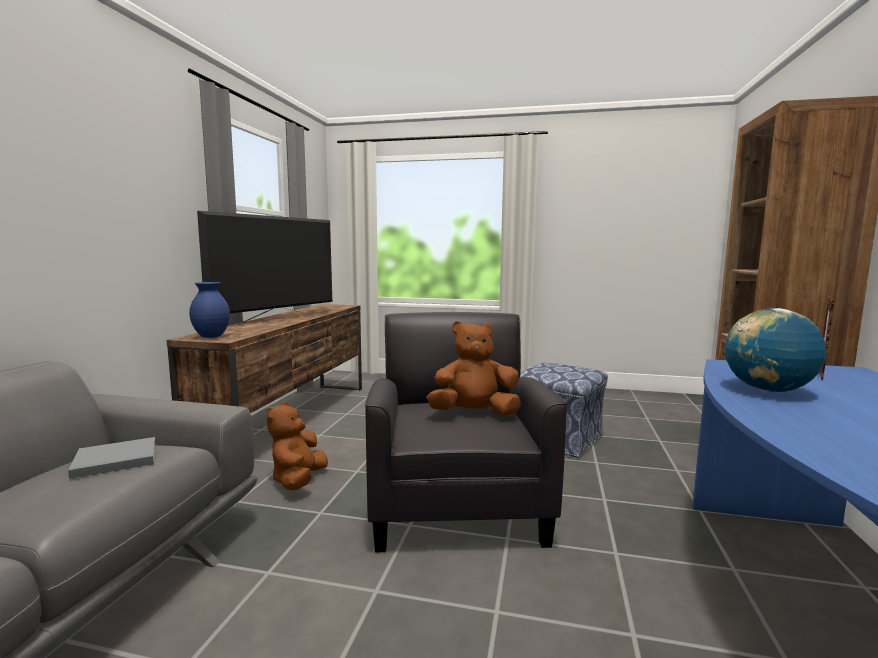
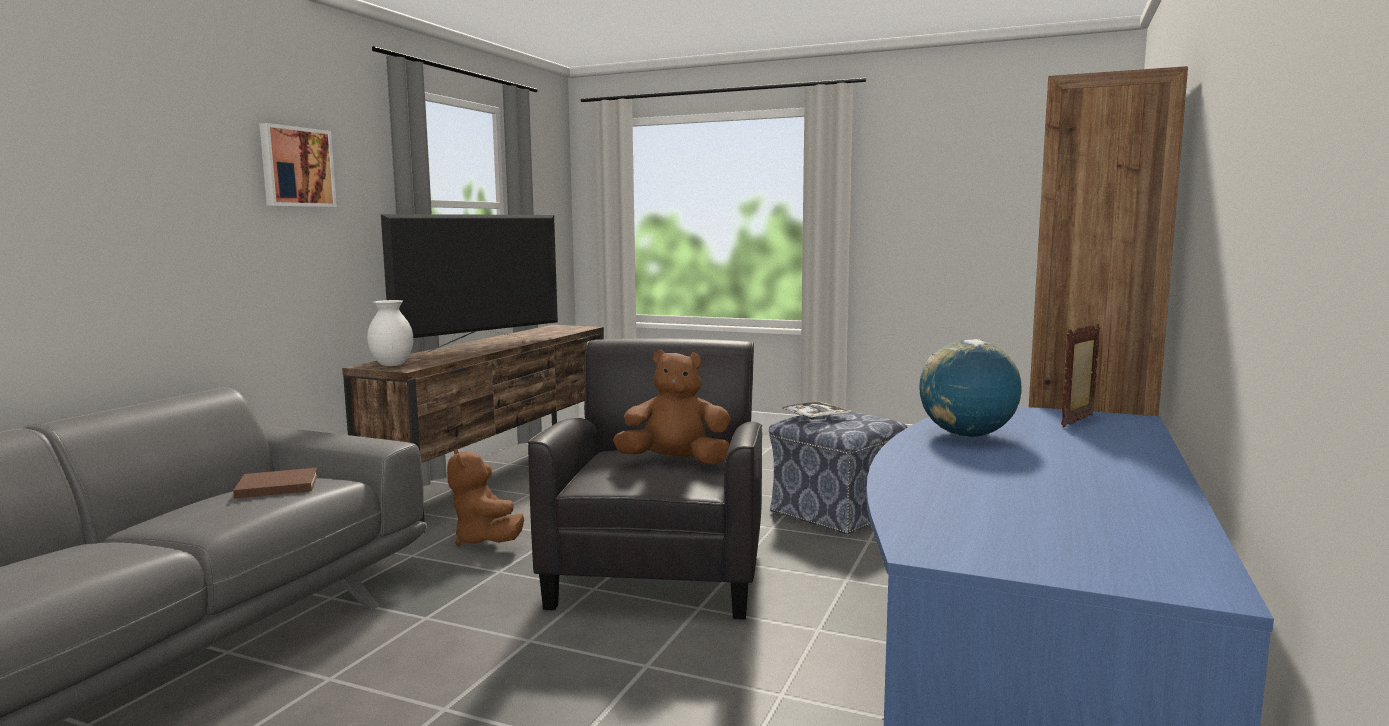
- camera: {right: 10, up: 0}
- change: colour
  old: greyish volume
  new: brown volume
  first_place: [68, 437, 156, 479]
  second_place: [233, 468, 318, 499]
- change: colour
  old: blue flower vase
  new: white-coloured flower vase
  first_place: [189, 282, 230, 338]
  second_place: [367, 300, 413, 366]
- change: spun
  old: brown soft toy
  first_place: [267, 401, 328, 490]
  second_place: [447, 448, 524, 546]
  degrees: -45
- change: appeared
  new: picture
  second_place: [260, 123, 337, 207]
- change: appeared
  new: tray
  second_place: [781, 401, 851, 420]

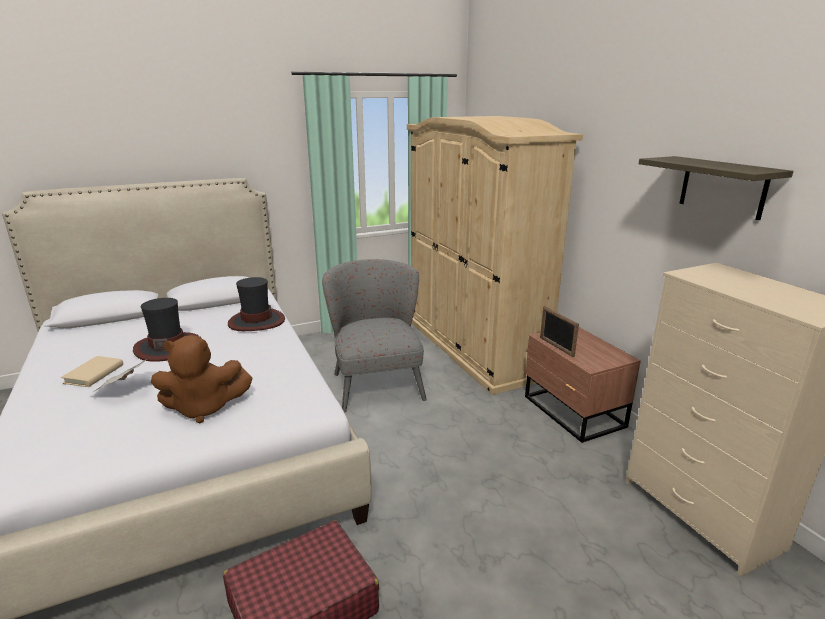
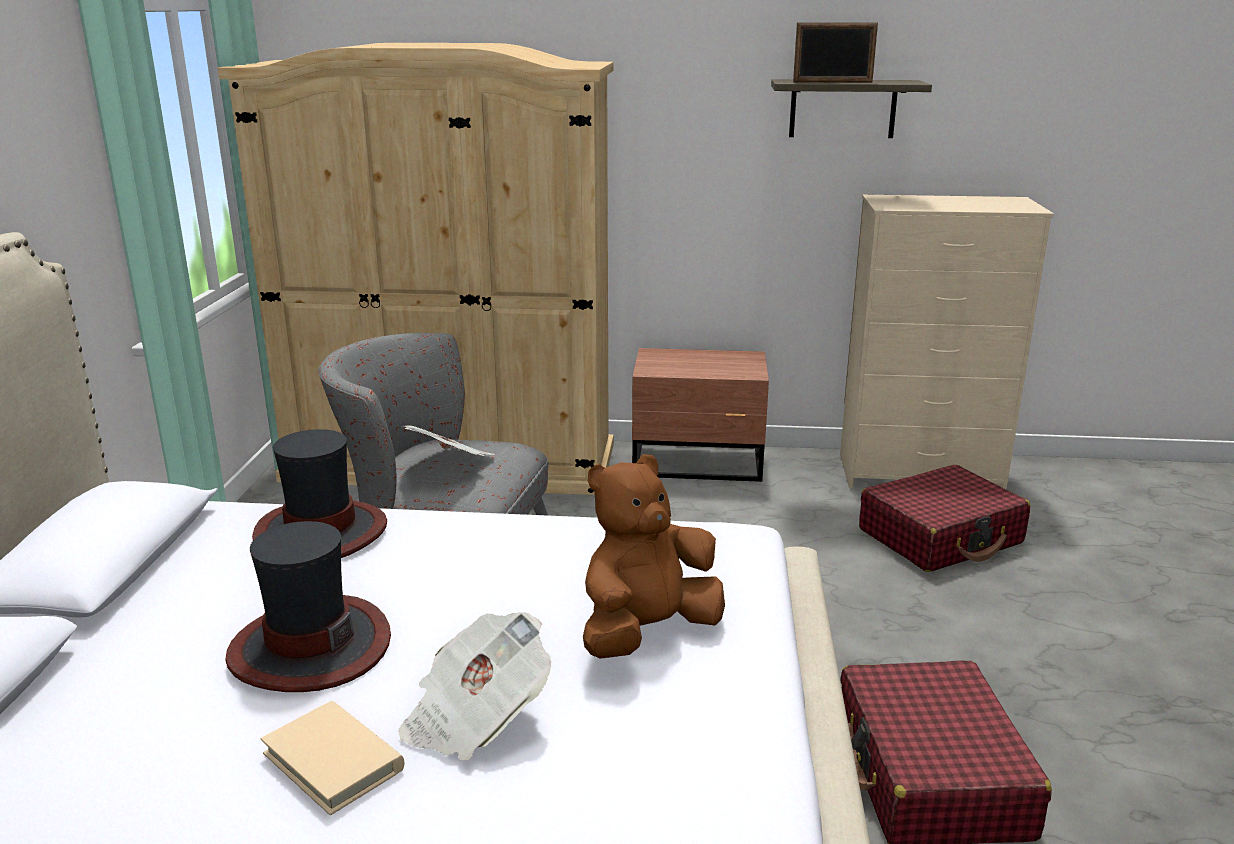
- camera: {right: -60, up: 0}
- change: spun
  old: brown soft toy
  first_place: [151, 335, 252, 423]
  second_place: [583, 454, 725, 659]
  degrees: -150
- change: relocated
  old: photo frame
  first_place: [540, 306, 579, 357]
  second_place: [793, 22, 878, 83]
- change: appeared
  new: printed paper
  second_place: [402, 425, 494, 456]
- change: appeared
  new: red travel case
  second_place: [859, 465, 1030, 572]

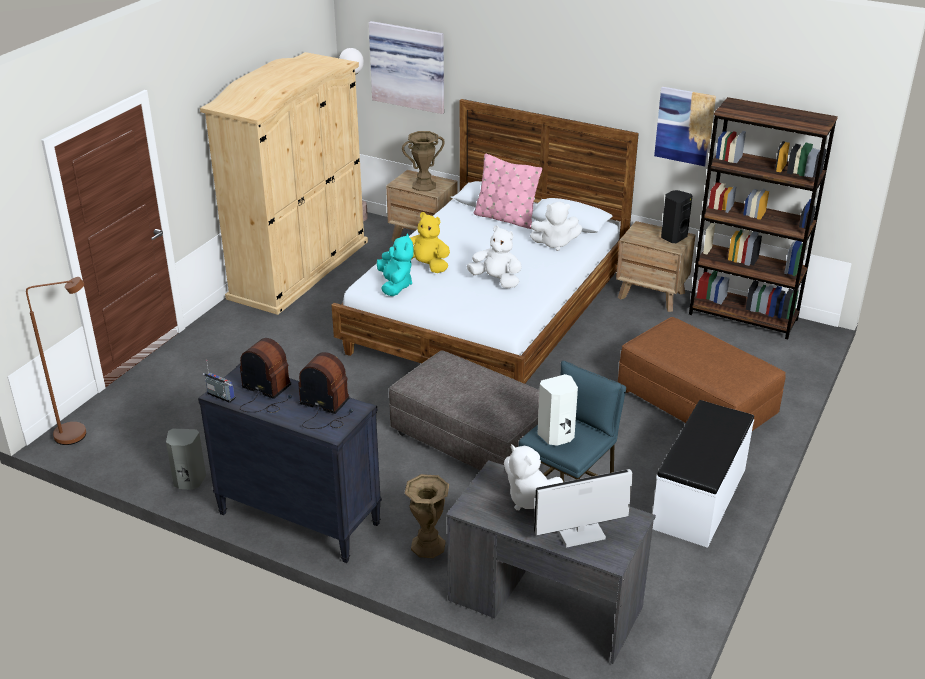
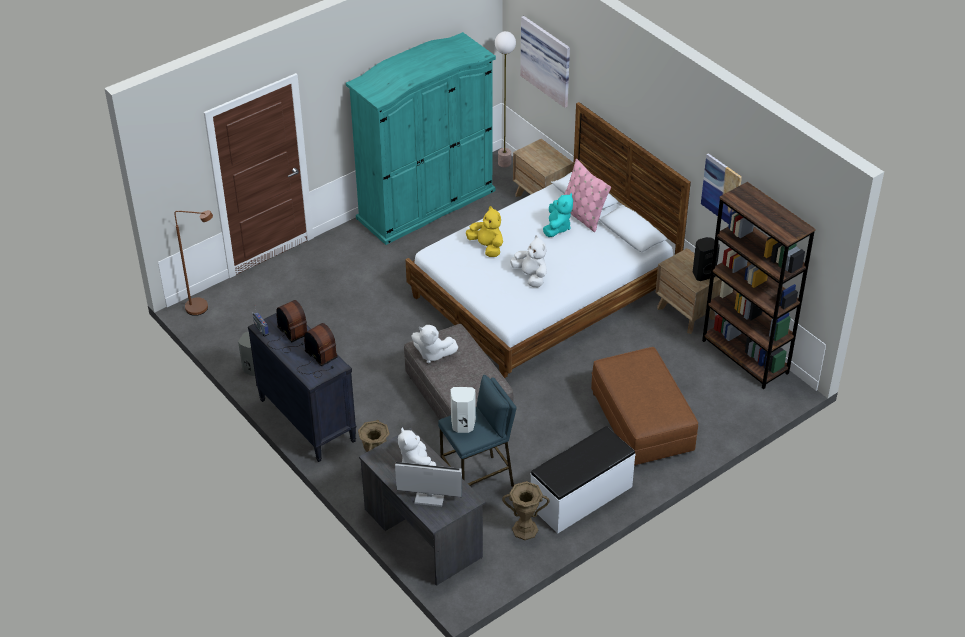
- camera: {right: 25, up: 10}
- change: colour
  old: beige wardrobe
  new: turquoise-coloured wardrobe
  first_place: [200, 52, 368, 315]
  second_place: [346, 32, 496, 245]
- change: relocated
  old: turquoise-coloured soft toy
  first_place: [377, 233, 414, 296]
  second_place: [543, 193, 573, 237]
- change: relocated
  old: brown flower vase
  first_place: [402, 131, 445, 191]
  second_place: [502, 481, 550, 540]
- change: relocated
  old: white-coloured soft toy
  first_place: [530, 201, 582, 251]
  second_place: [411, 325, 458, 363]

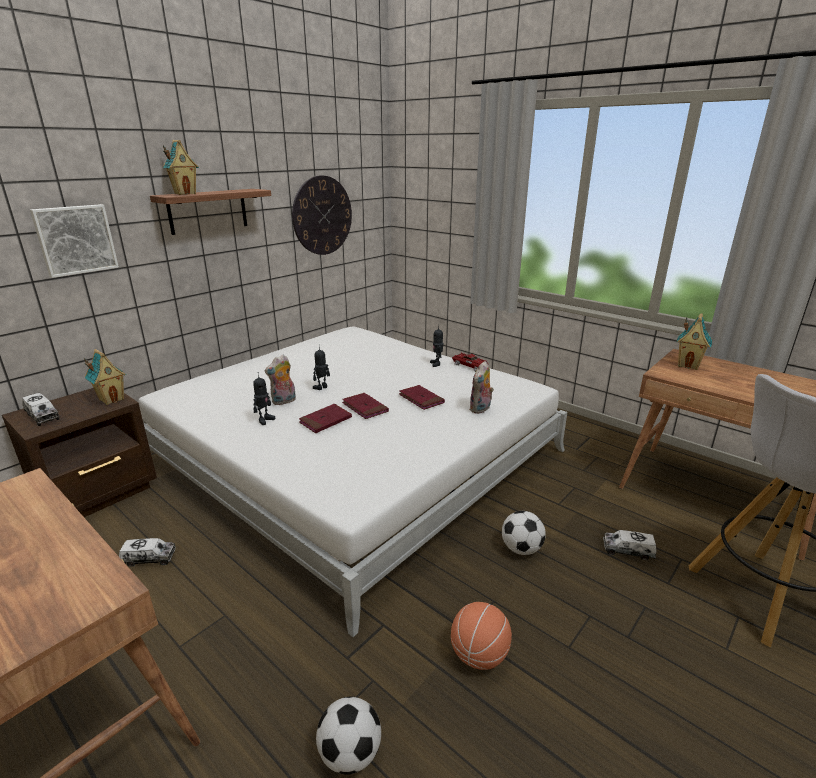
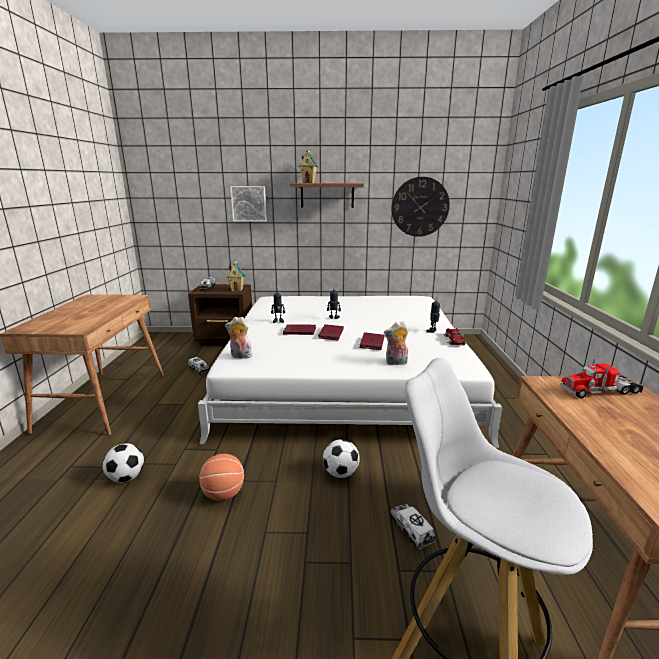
- camera: {right: 50, up: -5}
- change: relocated
  old: soft toy
  first_place: [264, 355, 296, 405]
  second_place: [225, 317, 252, 359]
- change: exchanged
  old: miniature house
  new: model truck
  first_place: [677, 313, 712, 370]
  second_place: [560, 359, 643, 398]

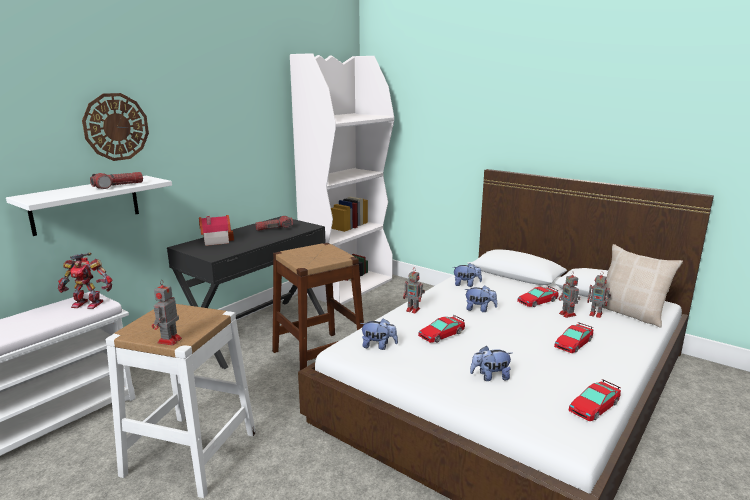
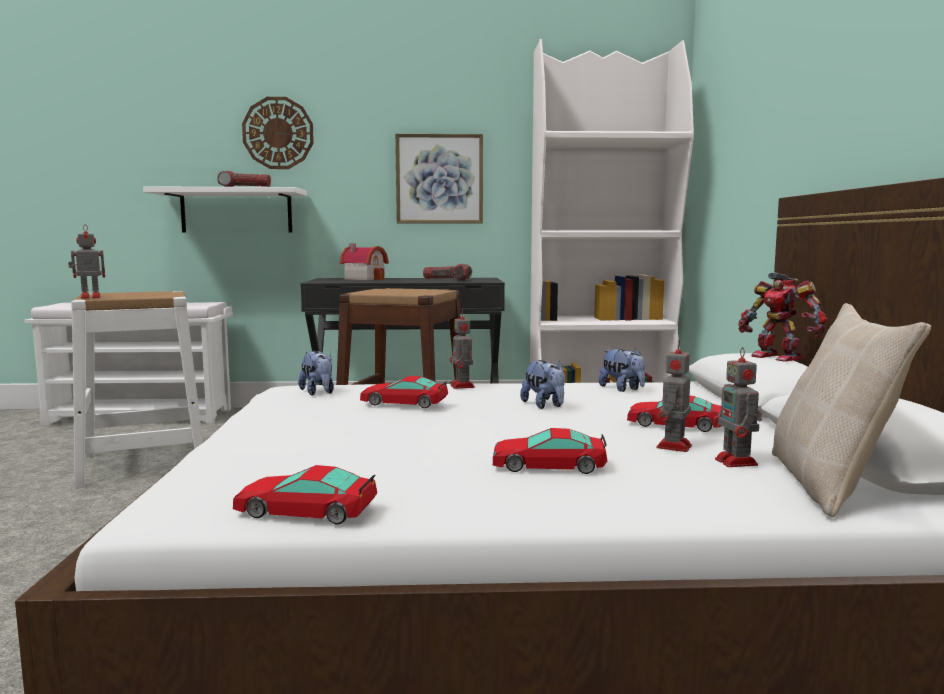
- camera: {right: 50, up: -10}
- change: relocated
  old: toy robot
  first_place: [58, 253, 112, 309]
  second_place: [738, 272, 828, 362]
- change: missing
  old: soft toy
  first_place: [470, 346, 512, 381]
- change: appeared
  new: picture
  second_place: [395, 134, 483, 223]

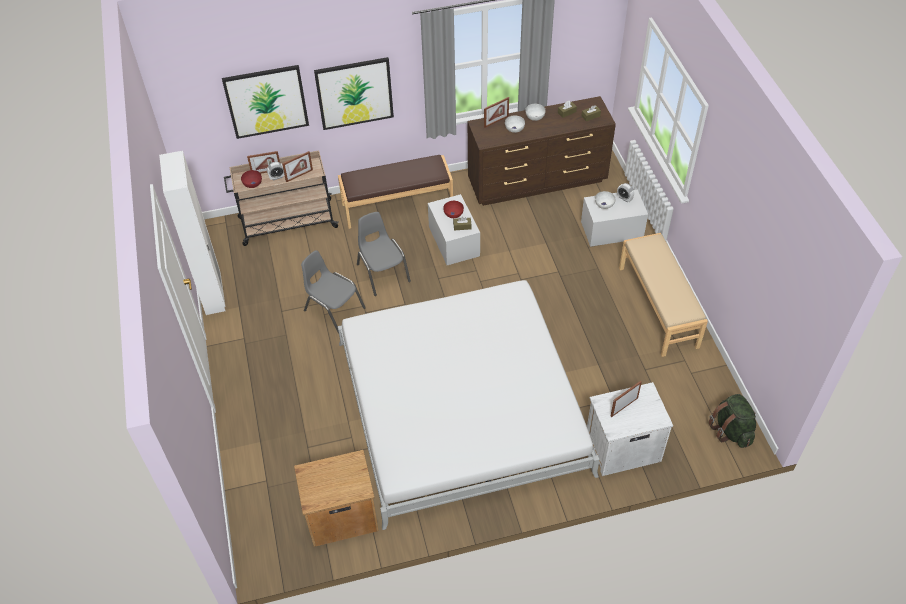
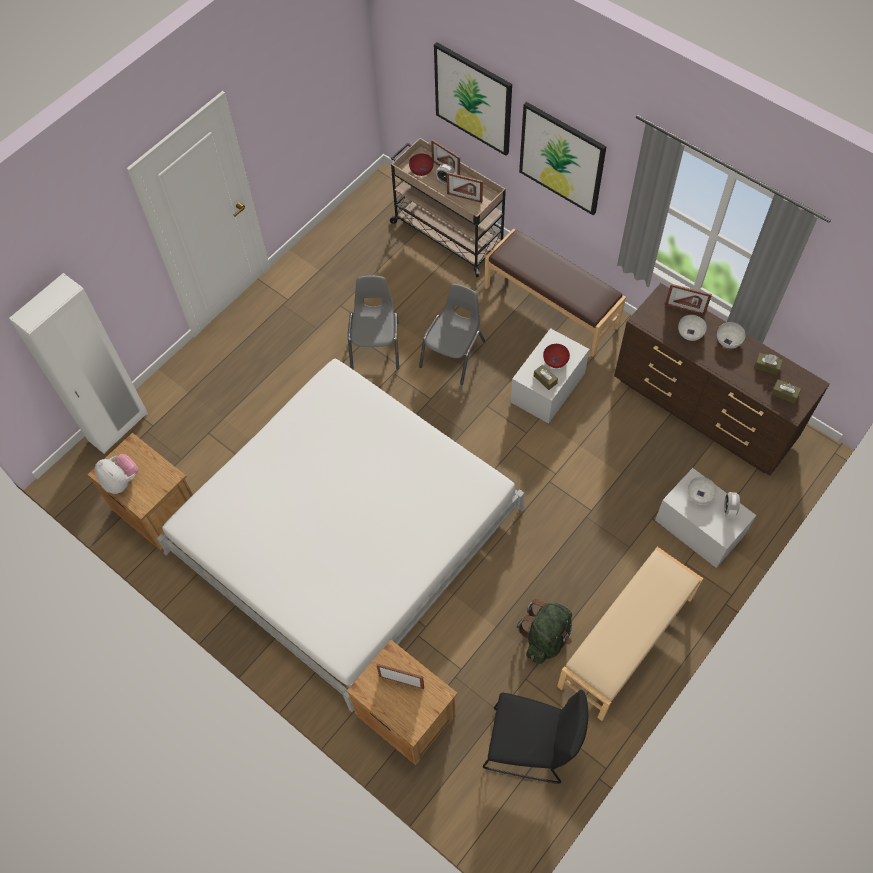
- camera: {right: 55, up: 10}
- change: relocated
  old: white-coloured wardrobe
  first_place: [159, 151, 226, 315]
  second_place: [9, 273, 148, 454]
- change: colour
  old: white-coloured bedside table
  new: brown bedside table
  first_place: [587, 382, 673, 476]
  second_place: [346, 640, 458, 765]
- change: relocated
  old: greenish rucksack
  first_place: [709, 394, 756, 448]
  second_place: [517, 599, 572, 664]
- change: appeared
  new: soft toy
  second_place: [95, 454, 139, 494]
- change: appeared
  new: blackish upright chair
  second_place: [483, 690, 588, 784]

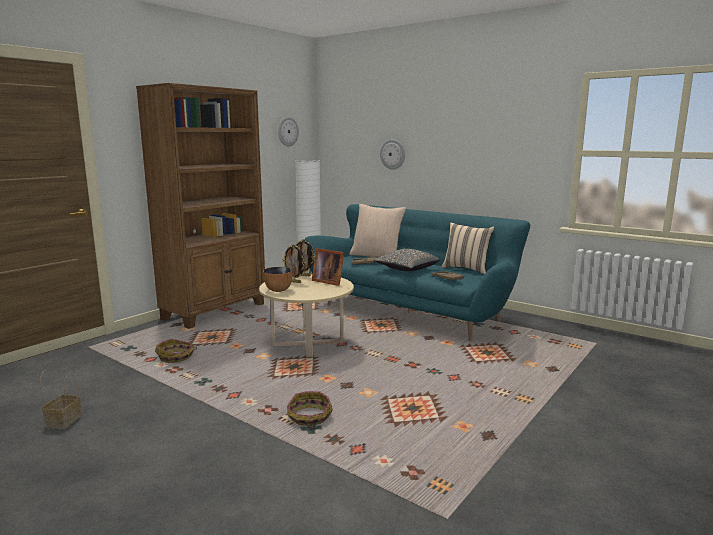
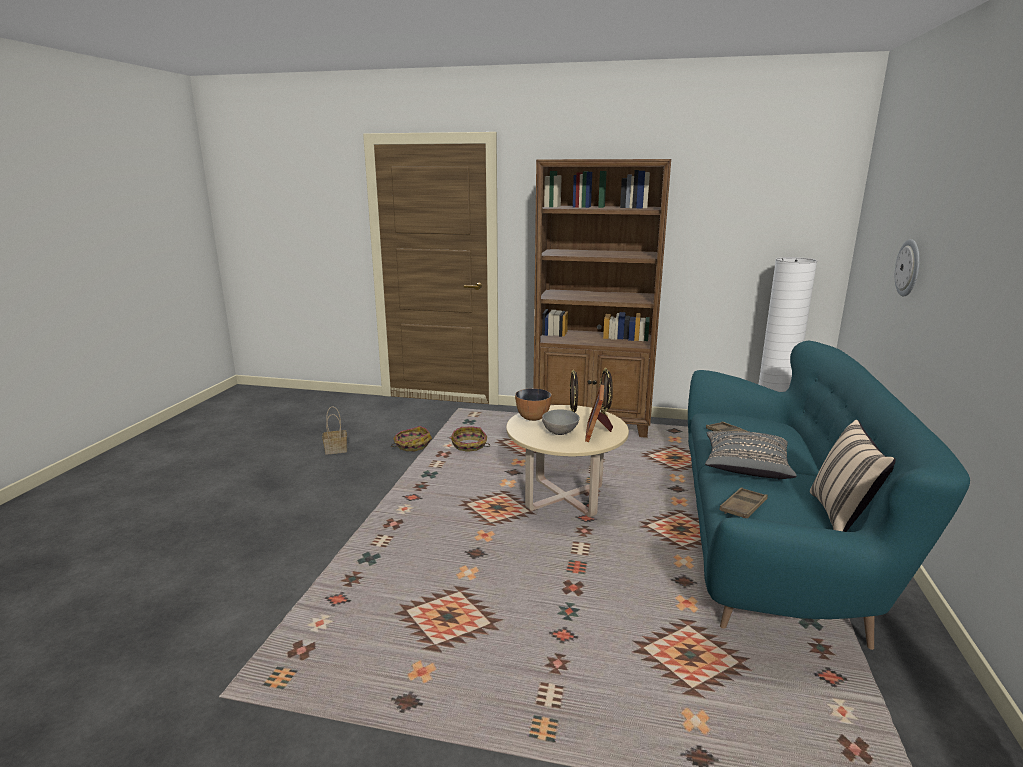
- camera: {right: 65, up: 5}
- change: missing
  old: hanging clock
  first_place: [278, 117, 299, 147]
- change: relocated
  old: storage basket
  first_place: [287, 391, 333, 428]
  second_place: [391, 426, 432, 451]
- change: missing
  old: beige throw pillow
  first_place: [349, 204, 406, 257]
- change: appeared
  new: greyish deep dish
  second_place: [542, 409, 580, 435]

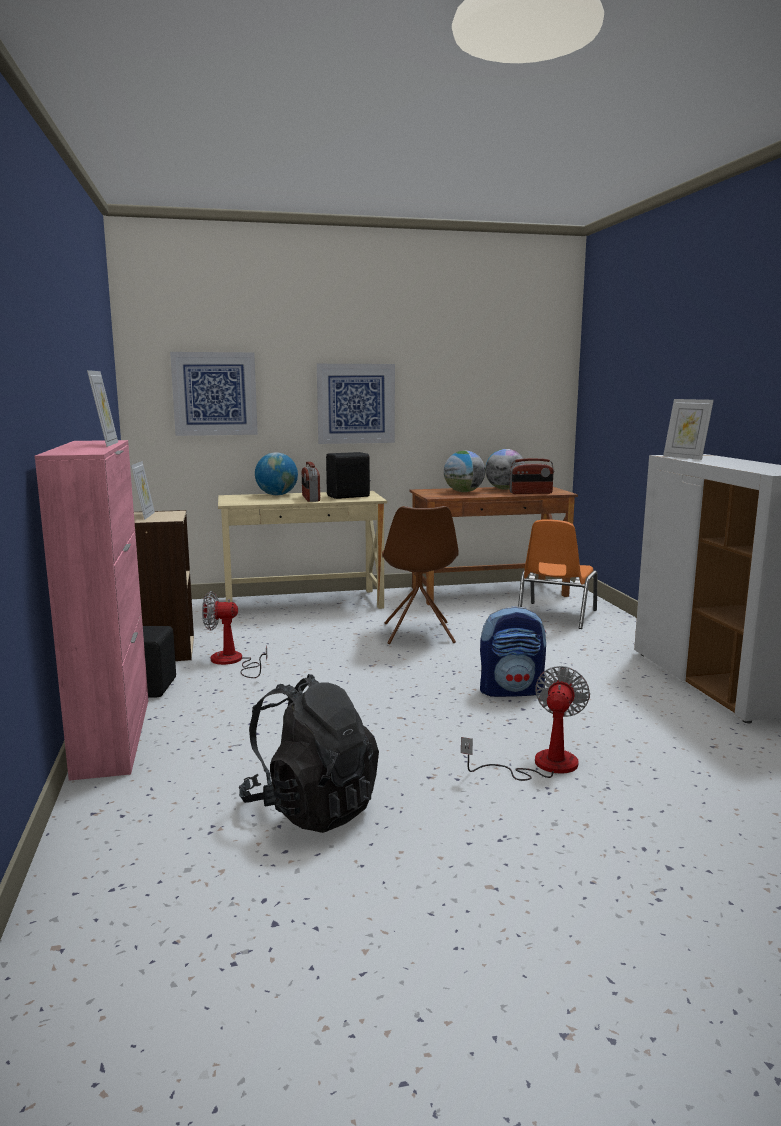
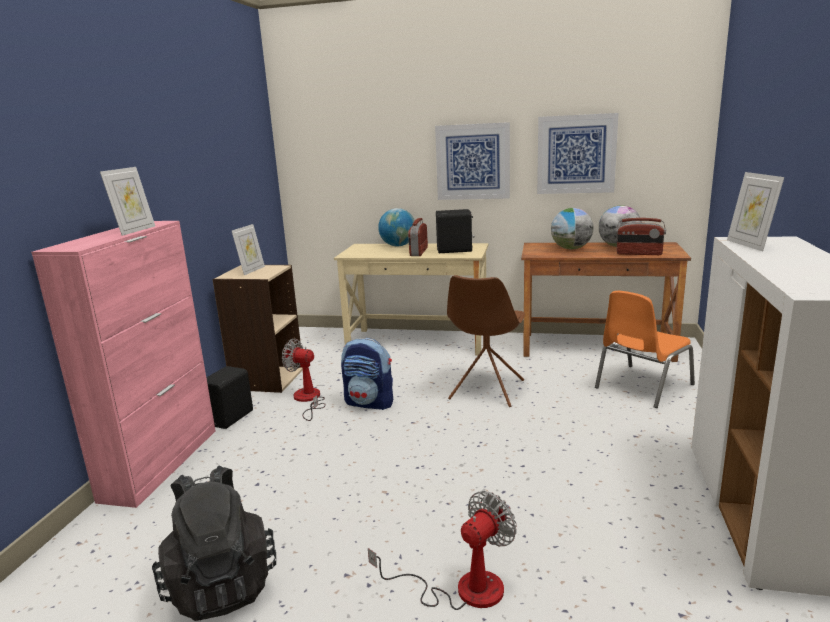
- camera: {right: 25, up: 5}
- change: relocated
  old: picture
  first_place: [170, 352, 258, 436]
  second_place: [537, 113, 618, 194]
- change: relocated
  old: rucksack
  first_place: [480, 606, 546, 697]
  second_place: [341, 338, 393, 410]

